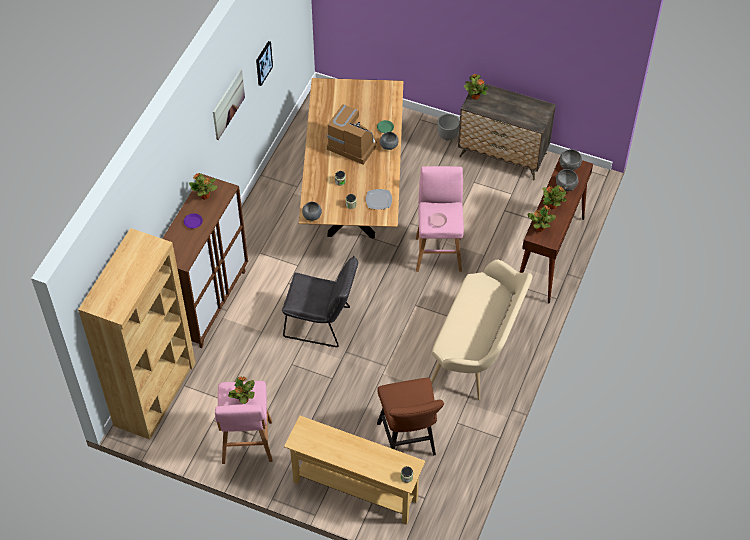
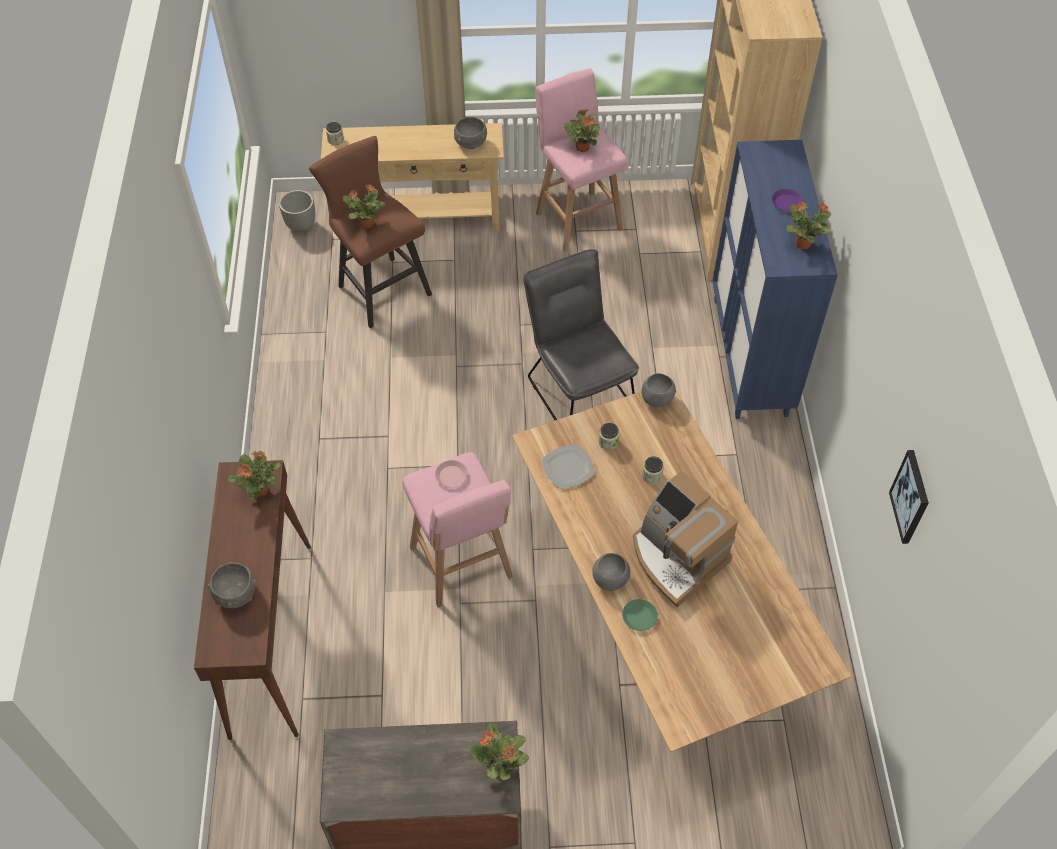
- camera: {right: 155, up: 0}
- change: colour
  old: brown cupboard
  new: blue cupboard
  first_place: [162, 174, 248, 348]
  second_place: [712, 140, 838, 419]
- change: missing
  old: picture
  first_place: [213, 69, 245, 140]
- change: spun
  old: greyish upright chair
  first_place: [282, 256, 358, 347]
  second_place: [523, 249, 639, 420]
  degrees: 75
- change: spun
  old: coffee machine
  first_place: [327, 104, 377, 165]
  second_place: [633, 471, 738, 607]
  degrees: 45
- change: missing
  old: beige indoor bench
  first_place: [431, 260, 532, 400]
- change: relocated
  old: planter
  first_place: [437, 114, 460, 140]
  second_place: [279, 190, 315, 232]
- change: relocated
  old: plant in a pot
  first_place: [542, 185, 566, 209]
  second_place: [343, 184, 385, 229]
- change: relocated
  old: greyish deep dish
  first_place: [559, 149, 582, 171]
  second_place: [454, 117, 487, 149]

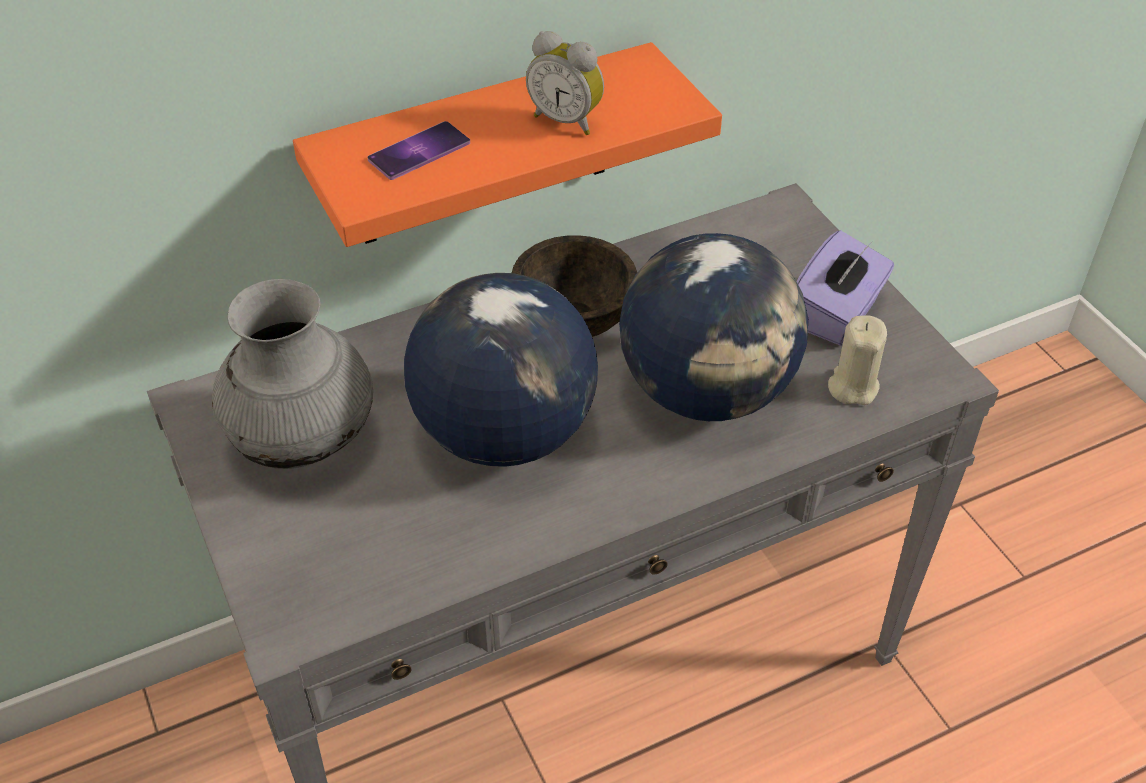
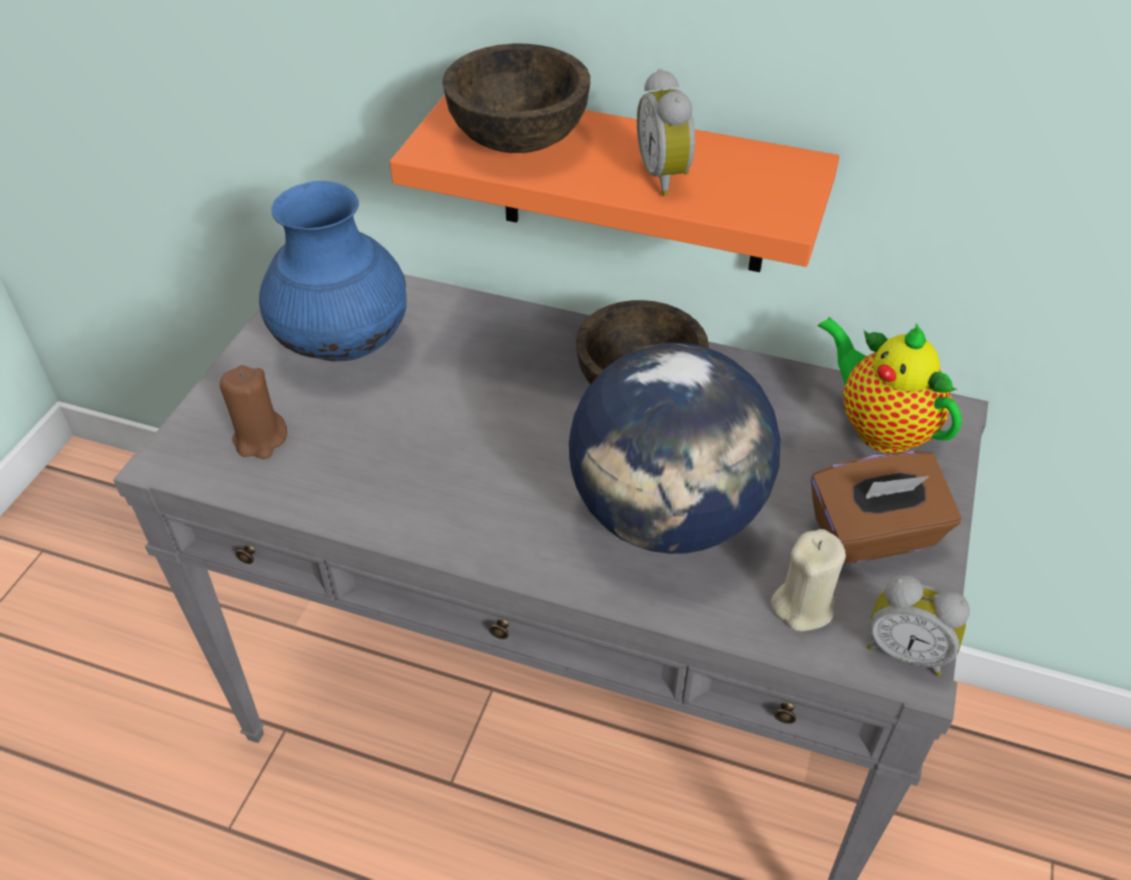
- camera: {right: 45, up: 0}
- change: colour
  old: greyish flower vase
  new: blue flower vase
  first_place: [212, 279, 373, 469]
  second_place: [259, 181, 407, 361]
- change: exchanged
  old: telephone
  new: brown deep dish
  first_place: [368, 121, 470, 180]
  second_place: [442, 44, 590, 153]
- change: missing
  old: desk globe
  first_place: [404, 273, 598, 467]
- change: colour
  old: purple box of tissues
  new: brown box of tissues
  first_place: [797, 230, 894, 346]
  second_place: [811, 451, 962, 564]
- change: appeared
  new: brown wax light
  second_place: [220, 365, 287, 459]
- change: appeared
  new: teapot
  second_place: [818, 317, 962, 453]
- change: appeared
  new: table clock
  second_place: [867, 575, 970, 676]

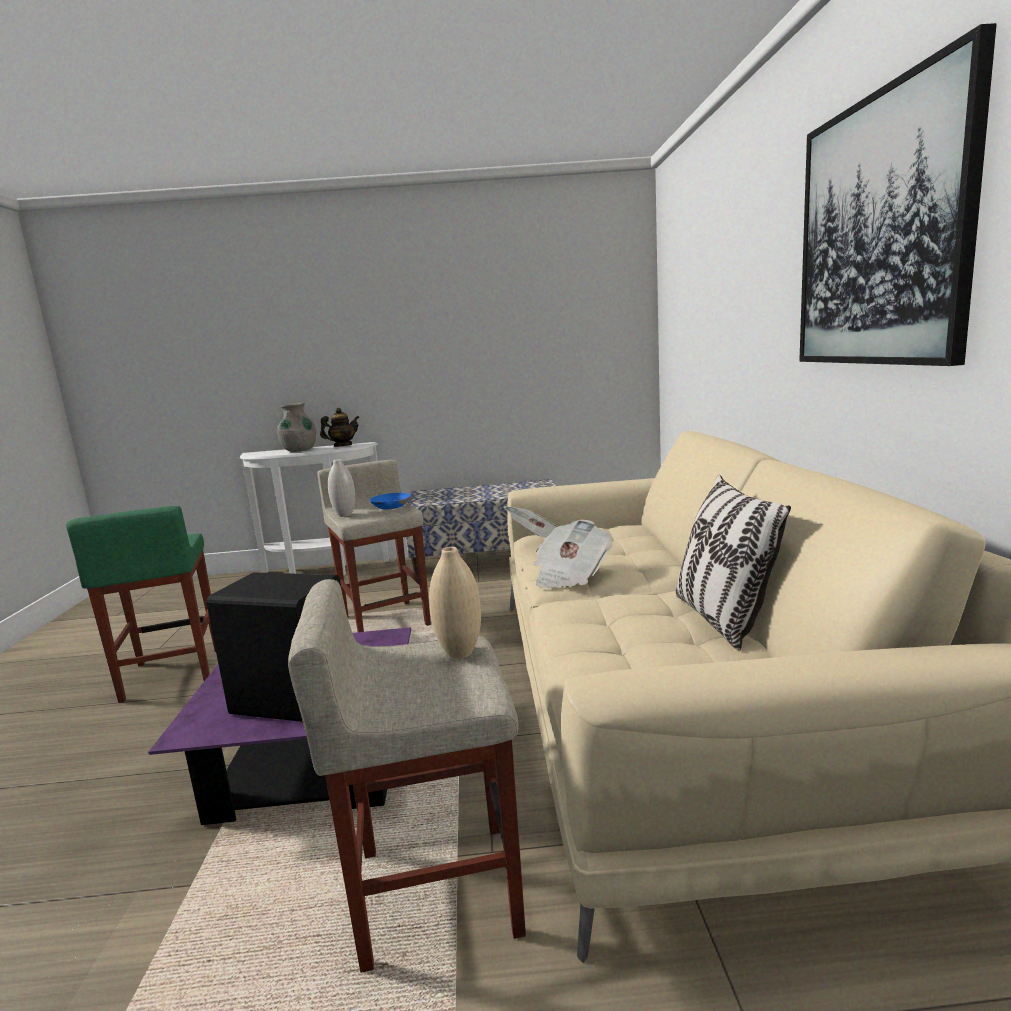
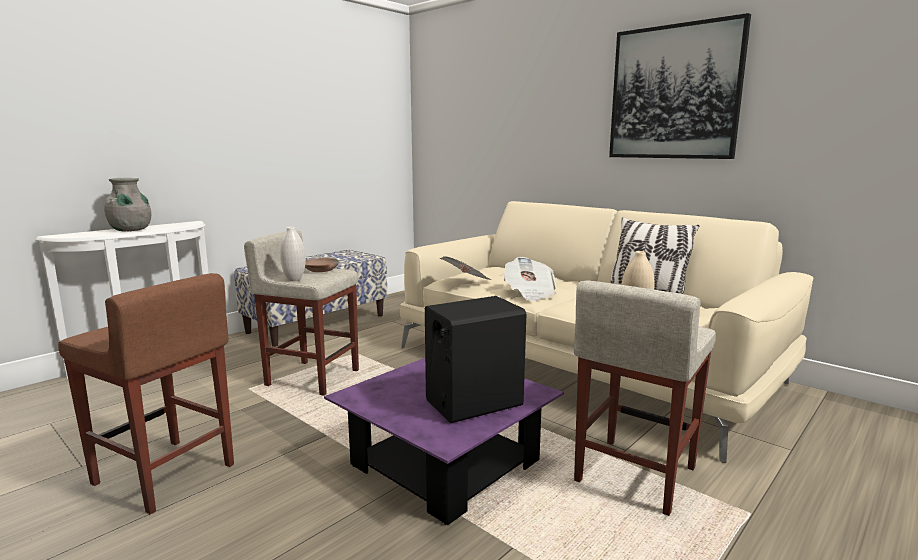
- camera: {right: -45, up: 0}
- change: colour
  old: greenish stool seat
  new: brown stool seat
  first_place: [66, 506, 216, 703]
  second_place: [58, 273, 234, 514]
- change: missing
  old: teapot
  first_place: [320, 408, 360, 447]
- change: colour
  old: blue deep dish
  new: brown deep dish
  first_place: [370, 493, 411, 509]
  second_place: [305, 258, 340, 272]

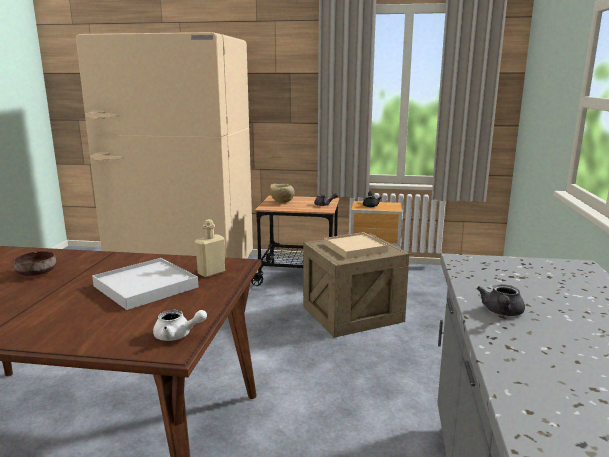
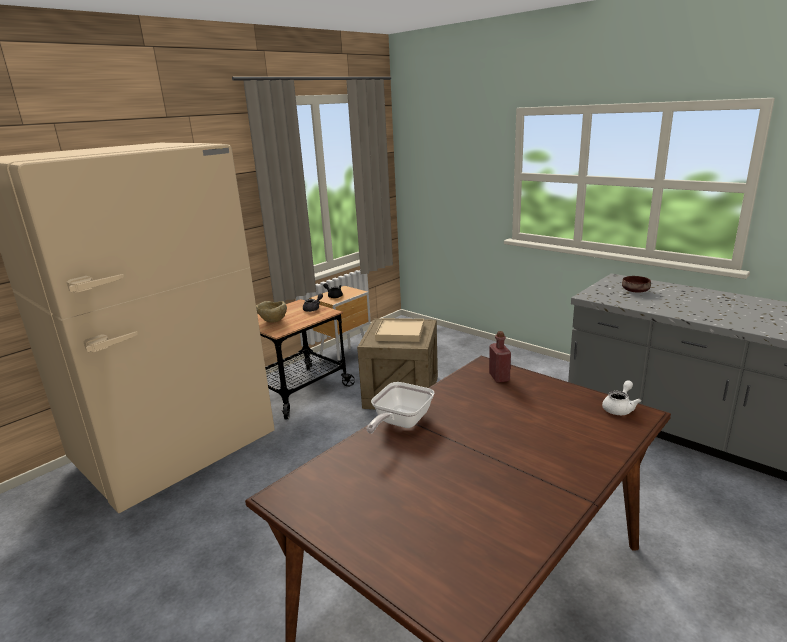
- camera: {right: -55, up: 5}
- change: relocated
  old: brown deep dish
  first_place: [13, 251, 56, 276]
  second_place: [622, 276, 651, 293]
- change: missing
  old: white-coloured tray
  first_place: [92, 258, 198, 310]
- change: colour
  old: beige beverage bottle
  new: red beverage bottle
  first_place: [195, 219, 225, 277]
  second_place: [489, 331, 511, 383]
- change: missing
  old: greyish teapot
  first_place: [477, 284, 525, 316]
- change: appeared
  new: pan
  second_place: [367, 382, 435, 434]

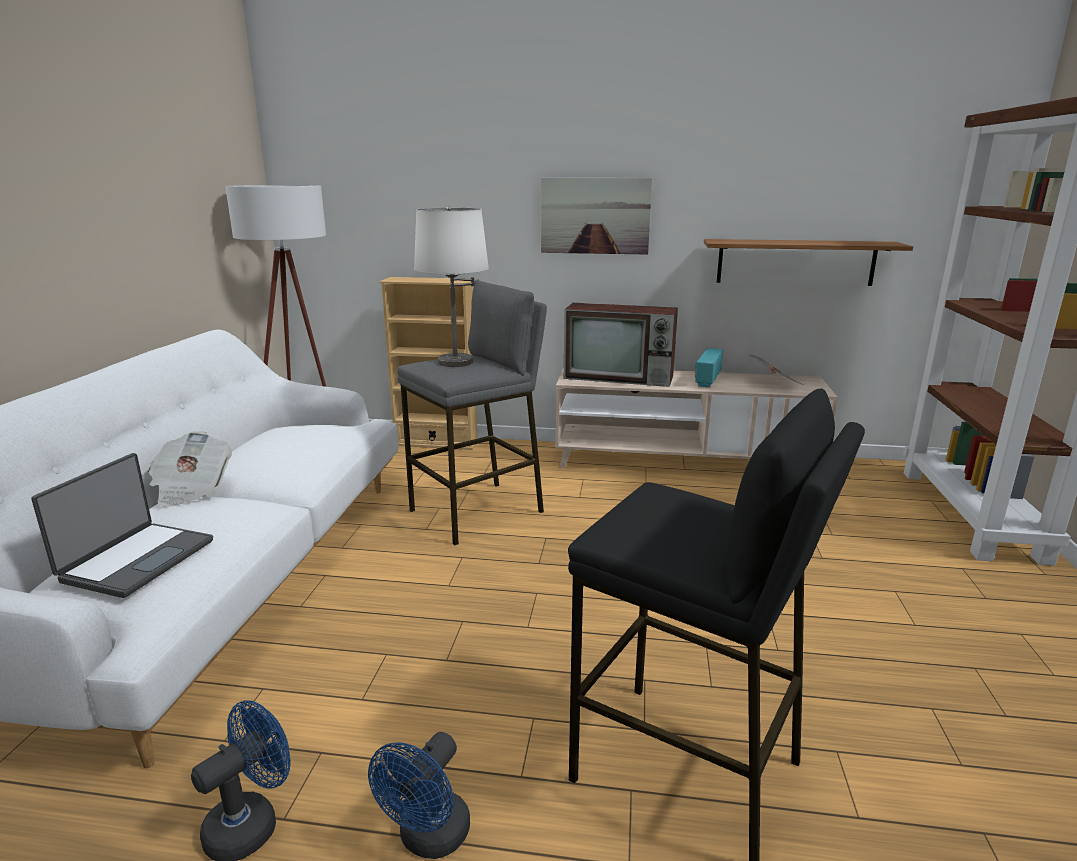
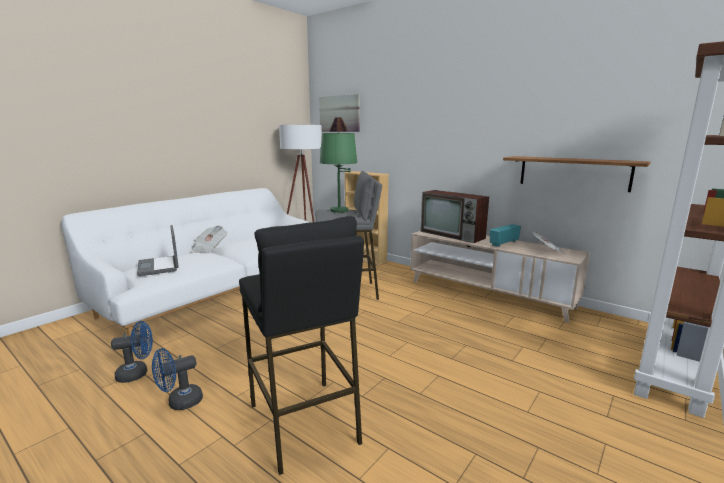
- camera: {right: 30, up: -5}
- change: spun
  old: laptop
  first_place: [31, 453, 213, 598]
  second_place: [137, 225, 179, 276]
  degrees: 105
- change: colour
  old: white-coloured tabletop lamp
  new: greenish tabletop lamp
  first_place: [414, 207, 489, 367]
  second_place: [320, 132, 357, 213]
- change: relocated
  old: picture
  first_place: [541, 178, 652, 255]
  second_place: [319, 94, 360, 132]

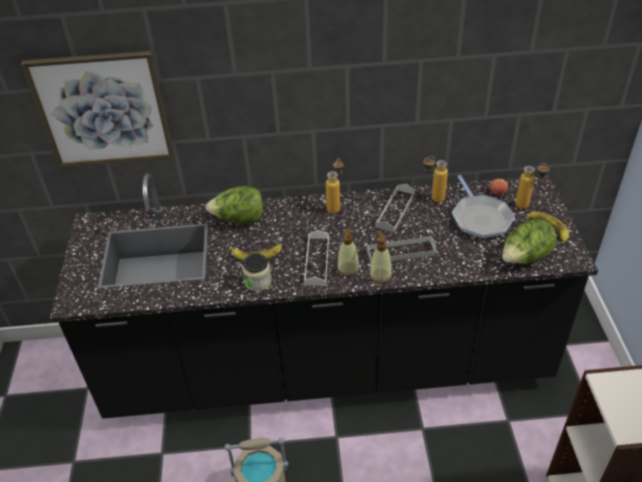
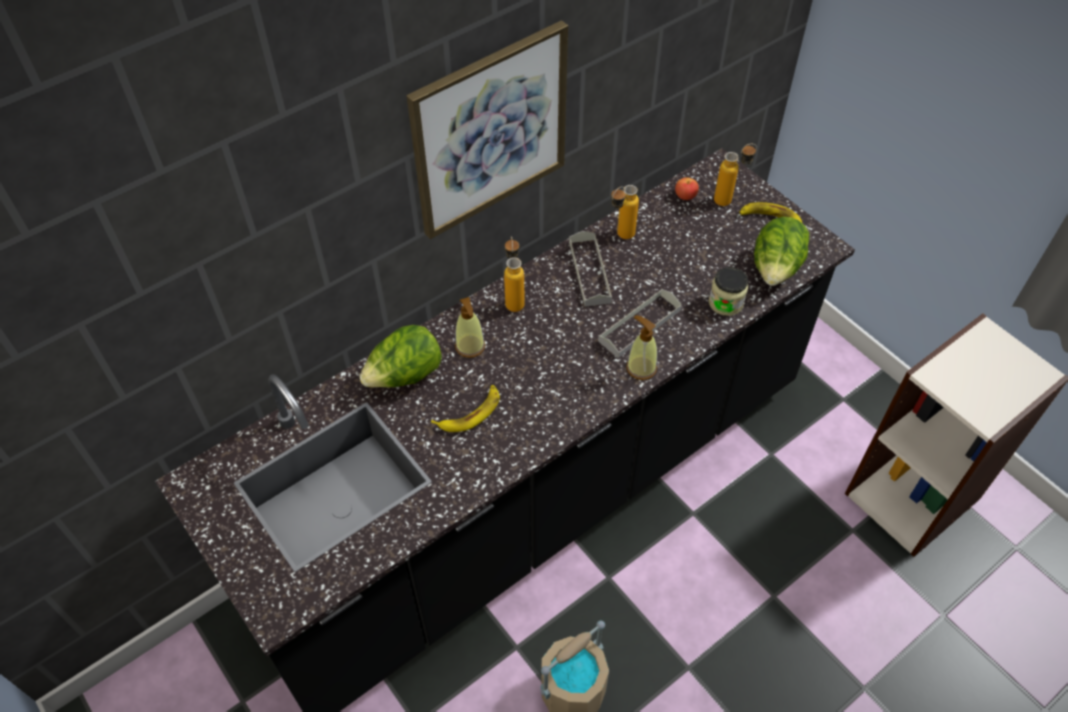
- camera: {right: -35, up: 10}
- change: relocated
  old: picture
  first_place: [21, 51, 174, 168]
  second_place: [407, 20, 568, 239]
- change: relocated
  old: preserve jar
  first_place: [242, 253, 272, 291]
  second_place: [709, 267, 748, 316]
- change: missing
  old: white-coloured tray
  first_place: [304, 230, 329, 286]
- change: relocated
  old: liquid soap bottle
  first_place: [337, 228, 359, 277]
  second_place: [455, 297, 485, 358]
- change: missing
  old: pan
  first_place: [452, 175, 515, 239]

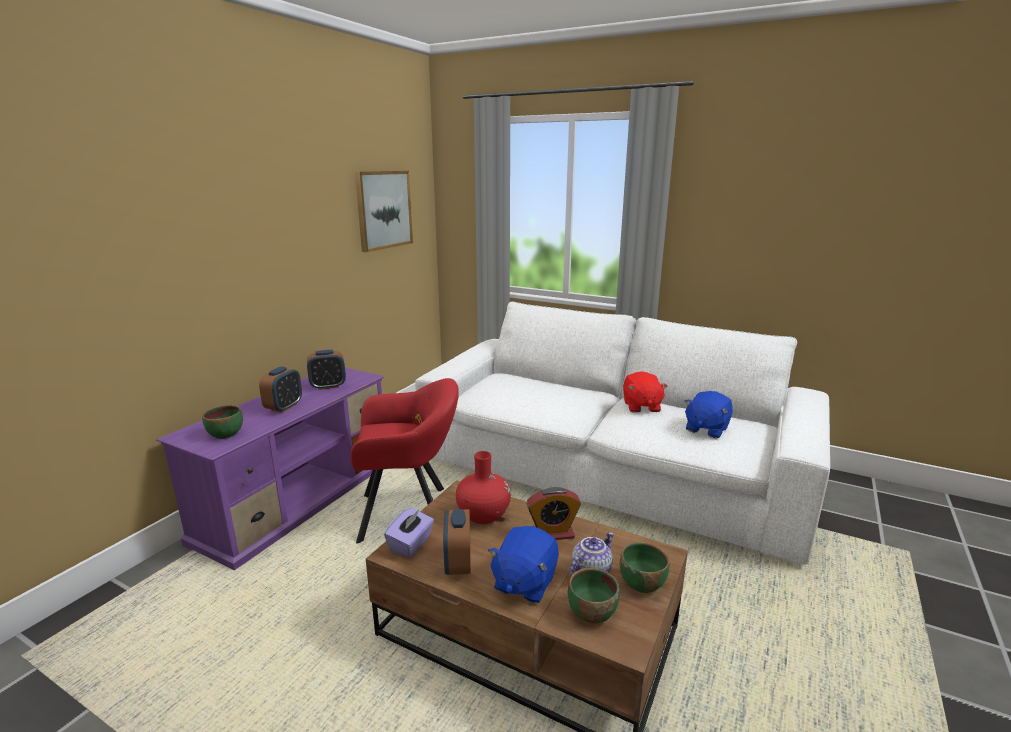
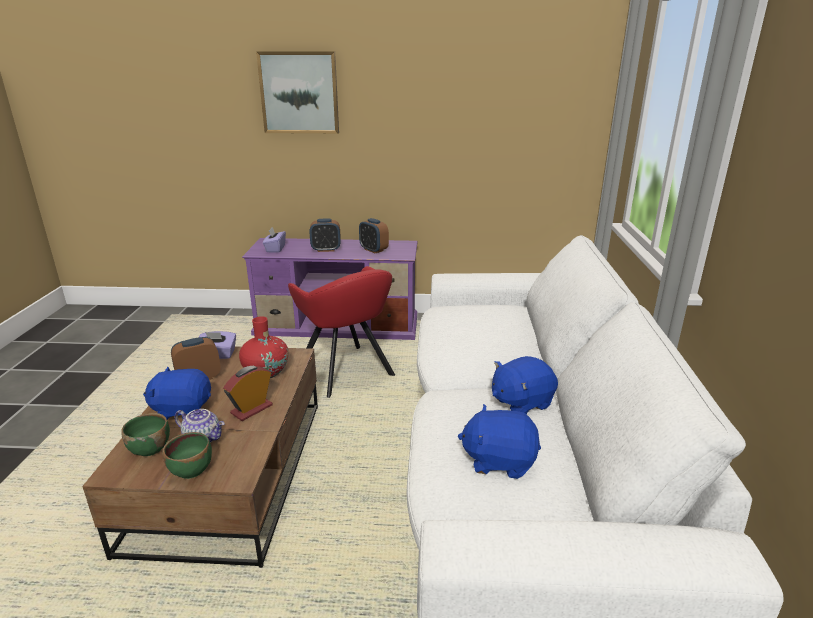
- camera: {right: 65, up: 5}
- change: exchanged
  old: greenish deep dish
  new: purple box of tissues
  first_place: [202, 405, 243, 439]
  second_place: [263, 227, 286, 252]
- change: relocated
  old: picture
  first_place: [355, 171, 413, 252]
  second_place: [256, 51, 339, 134]
- change: spun
  old: table clock
  first_place: [526, 487, 581, 540]
  second_place: [223, 366, 273, 421]
  degrees: 75
- change: colour
  old: red soft toy
  new: blue soft toy
  first_place: [623, 371, 667, 413]
  second_place: [492, 356, 558, 414]

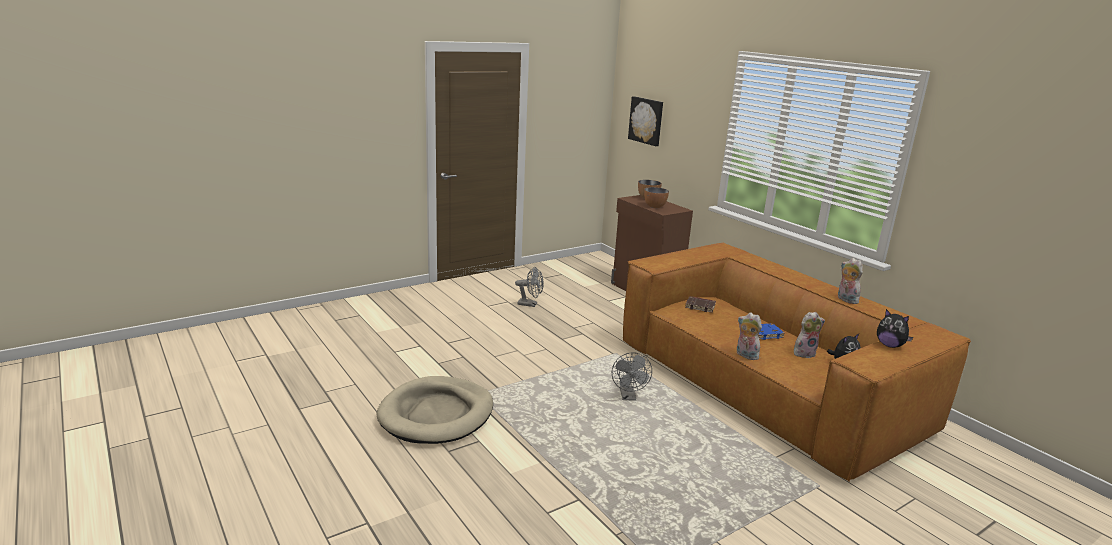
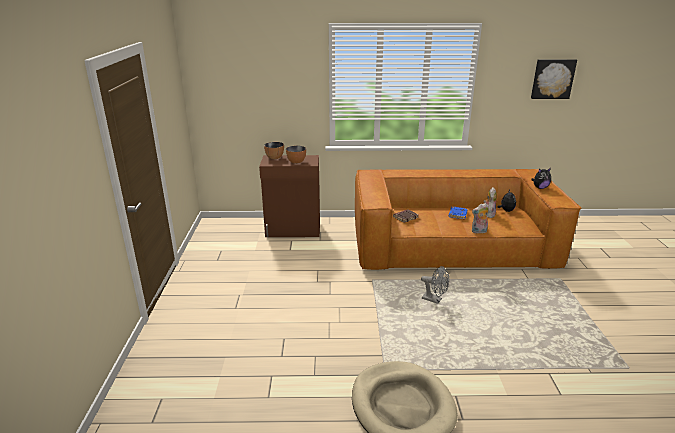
- camera: {right: -55, up: 5}
- change: missing
  old: greyish cooling fan
  first_place: [515, 267, 544, 307]
- change: relocated
  old: picture
  first_place: [628, 96, 663, 146]
  second_place: [531, 59, 577, 99]
- change: missing
  old: soft toy
  first_place: [838, 258, 863, 304]

